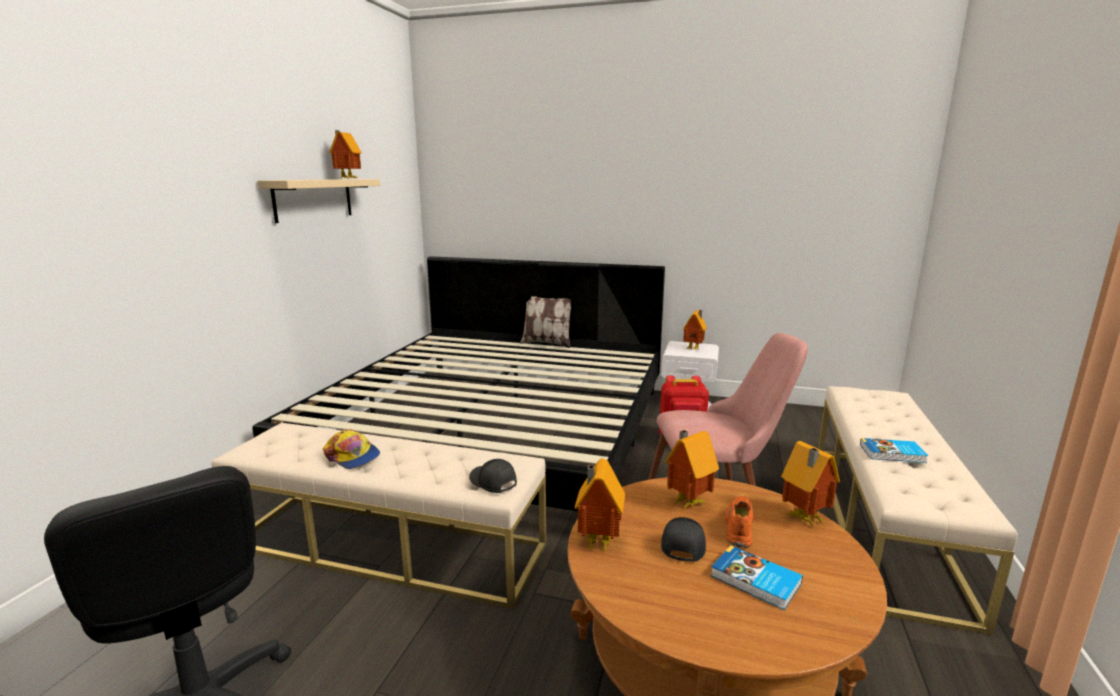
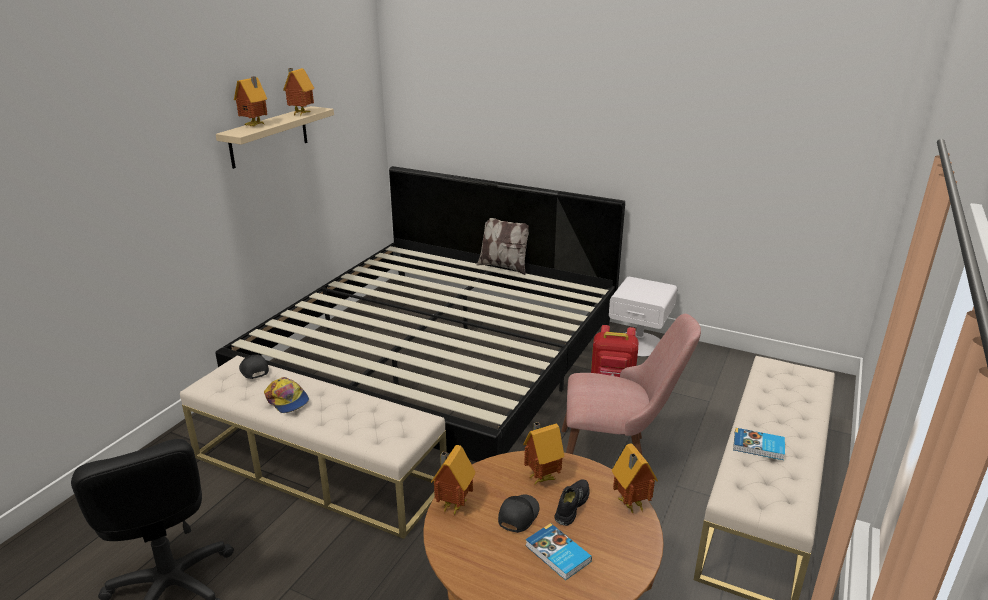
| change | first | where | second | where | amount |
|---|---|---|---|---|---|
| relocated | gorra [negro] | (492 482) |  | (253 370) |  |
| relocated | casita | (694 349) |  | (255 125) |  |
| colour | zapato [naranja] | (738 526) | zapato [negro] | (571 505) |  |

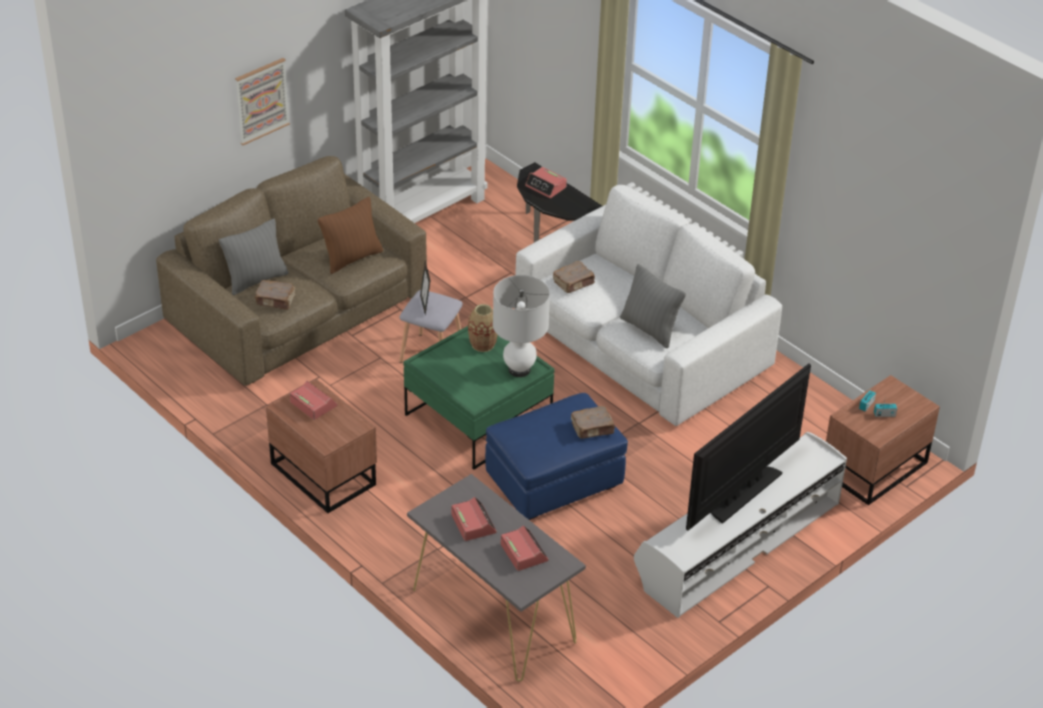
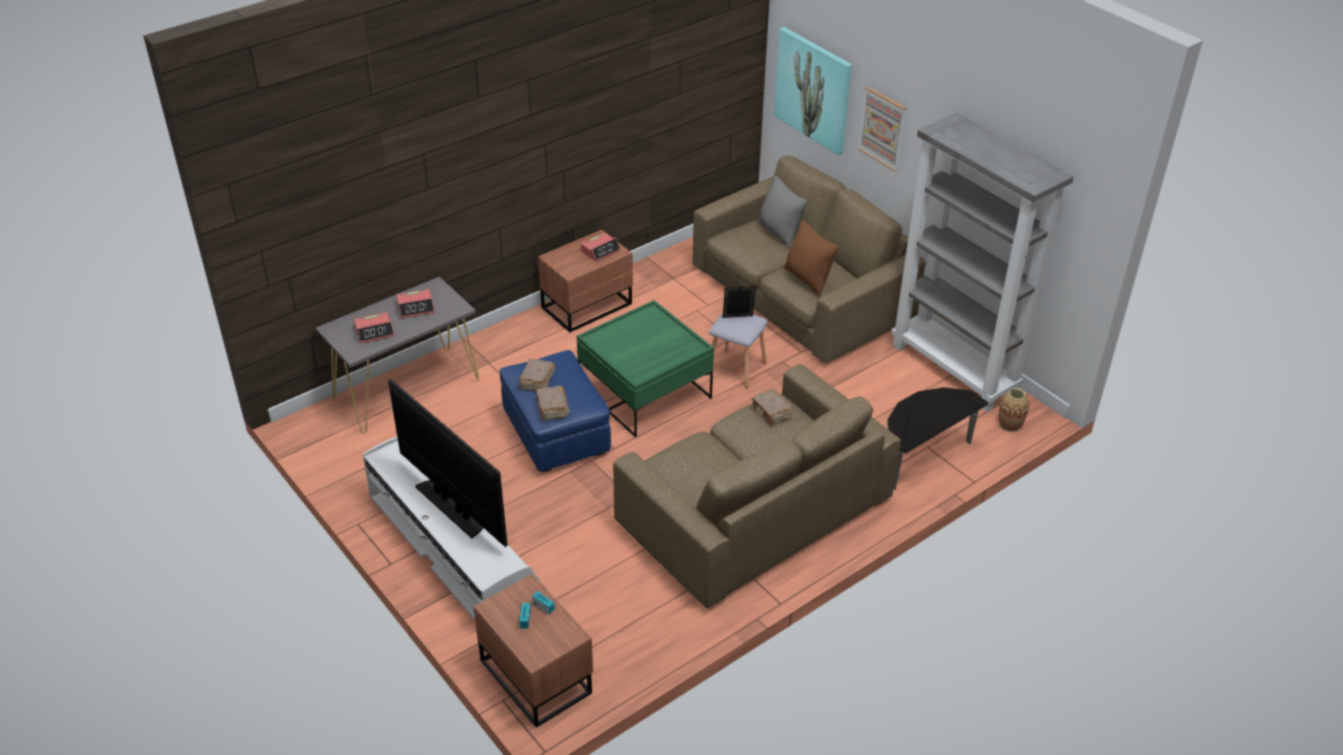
| change | first | where | second | where | amount |
|---|---|---|---|---|---|
| missing | lámpara de mesa [blanco] | (519 370) |  |  |  |
| missing | despertador | (546 187) |  |  |  |
| missing | cojín [gris] | (649 329) |  |  |  |
| appeared |  |  | cuadro | (814 90) |  |
| relocated | libro [marrón] | (276 300) |  | (536 381) |  |
| relocated | florero | (482 344) |  | (1010 424) |  |
| colour | sofá [blanco] | (640 342) | sofá [marrón] | (752 510) |  |

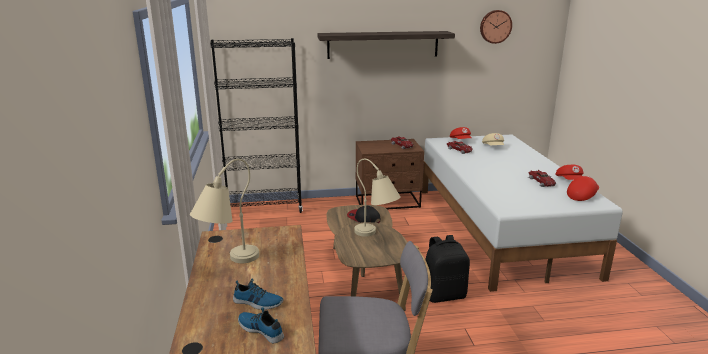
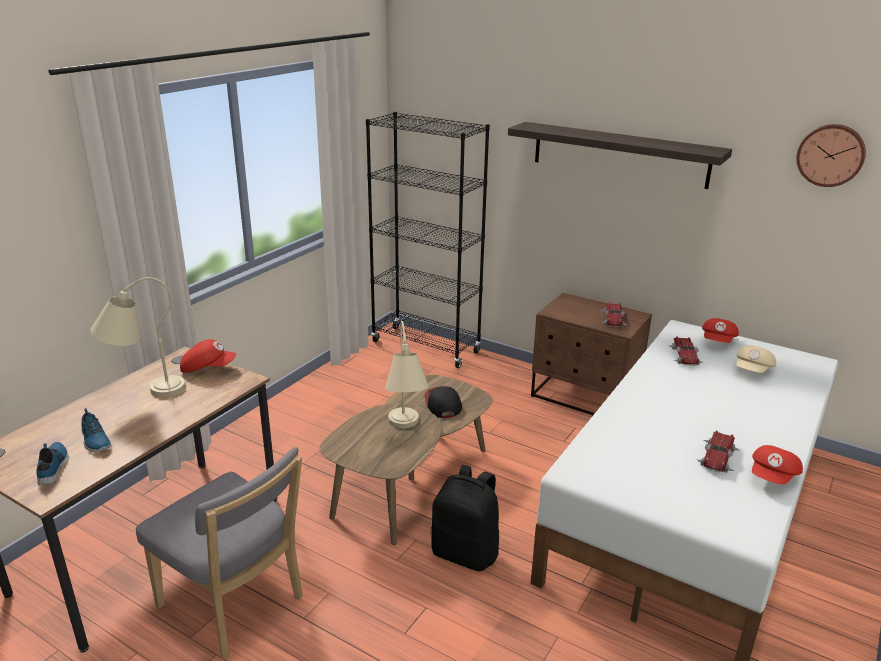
| change | first | where | second | where | amount |
|---|---|---|---|---|---|
| relocated | gorra [rojo] | (582 195) |  | (208 368) |  |

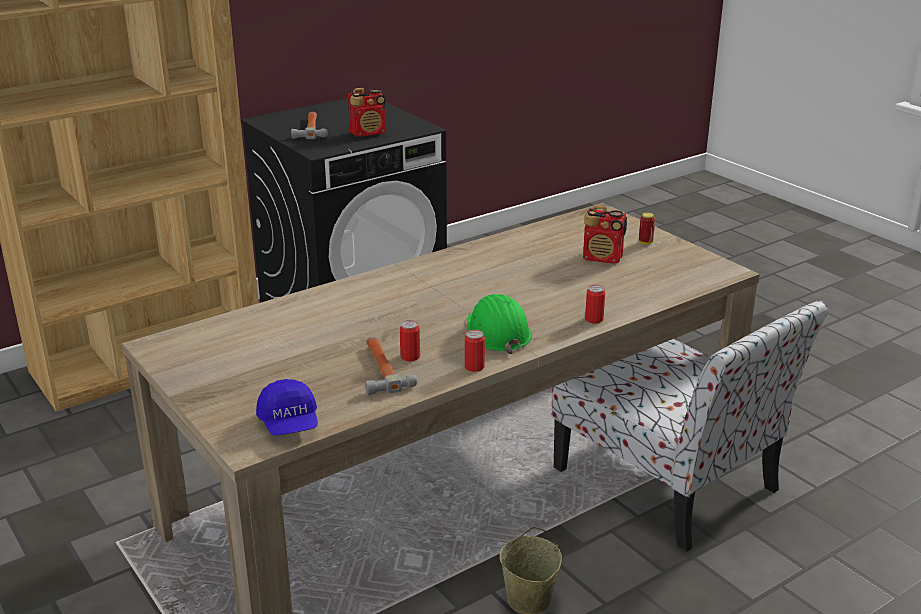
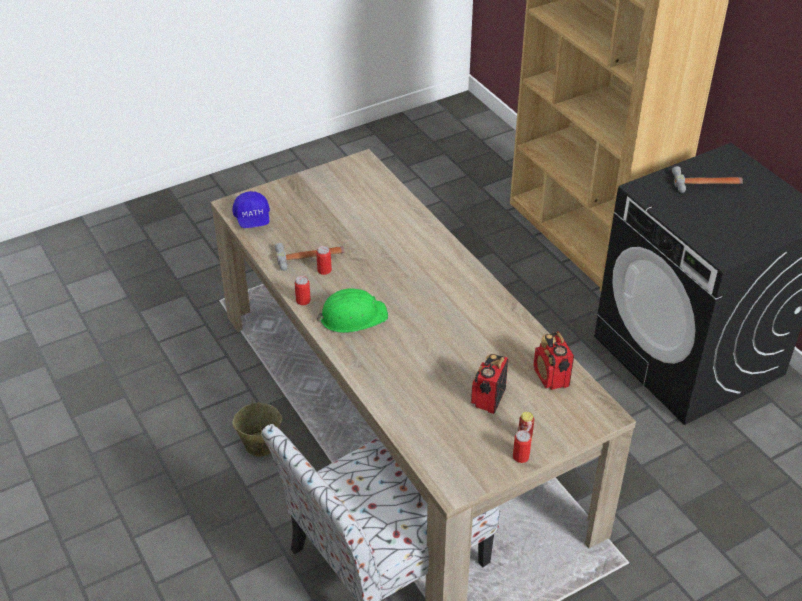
| change | first | where | second | where | amount |
|---|---|---|---|---|---|
| relocated | radio | (368 133) |  | (551 377) |  |
| relocated | lata | (594 319) |  | (520 456) |  |
| spun | gorra [azul] | (289 424) |  | (253 219) | 90 degrees counterclockwise |

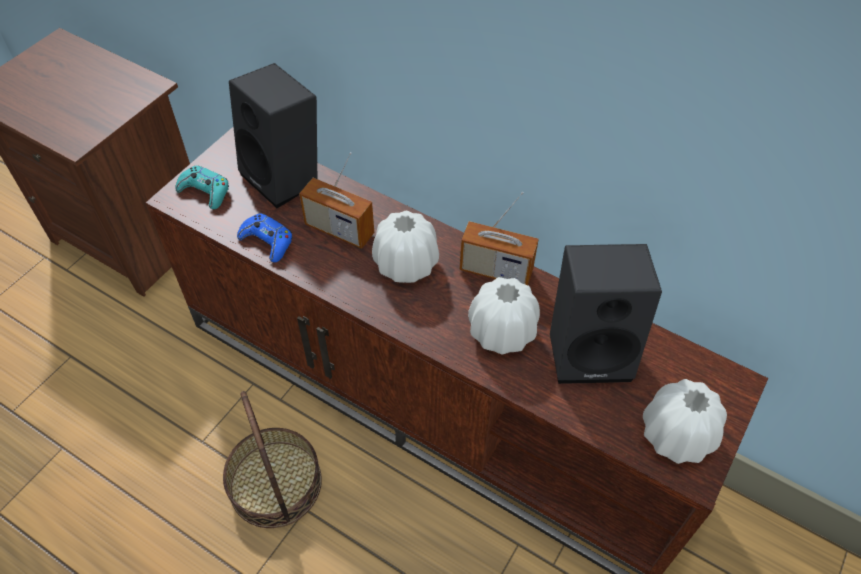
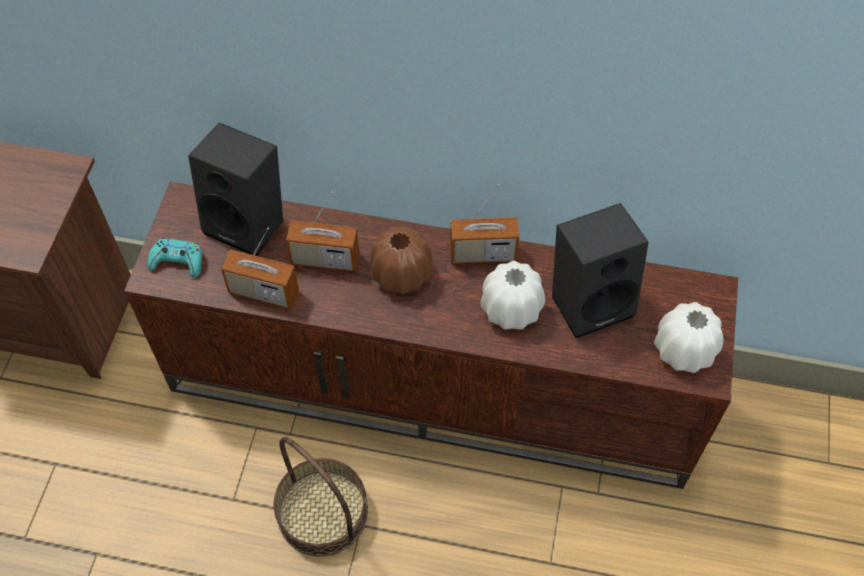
| change | first | where | second | where | amount |
|---|---|---|---|---|---|
| exchanged | mando de consola [azul] | (267 241) | radio | (264 292) |  |
| colour | florero [blanco] | (406 265) | florero [marrón] | (401 274) |  |

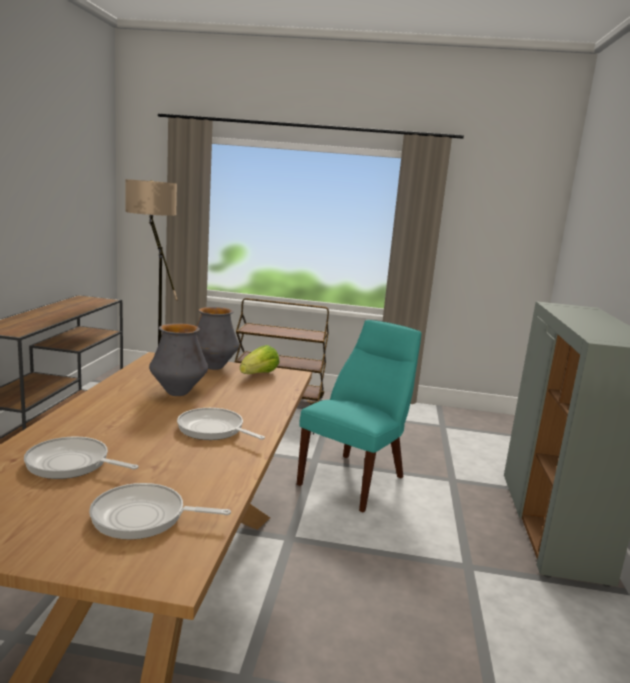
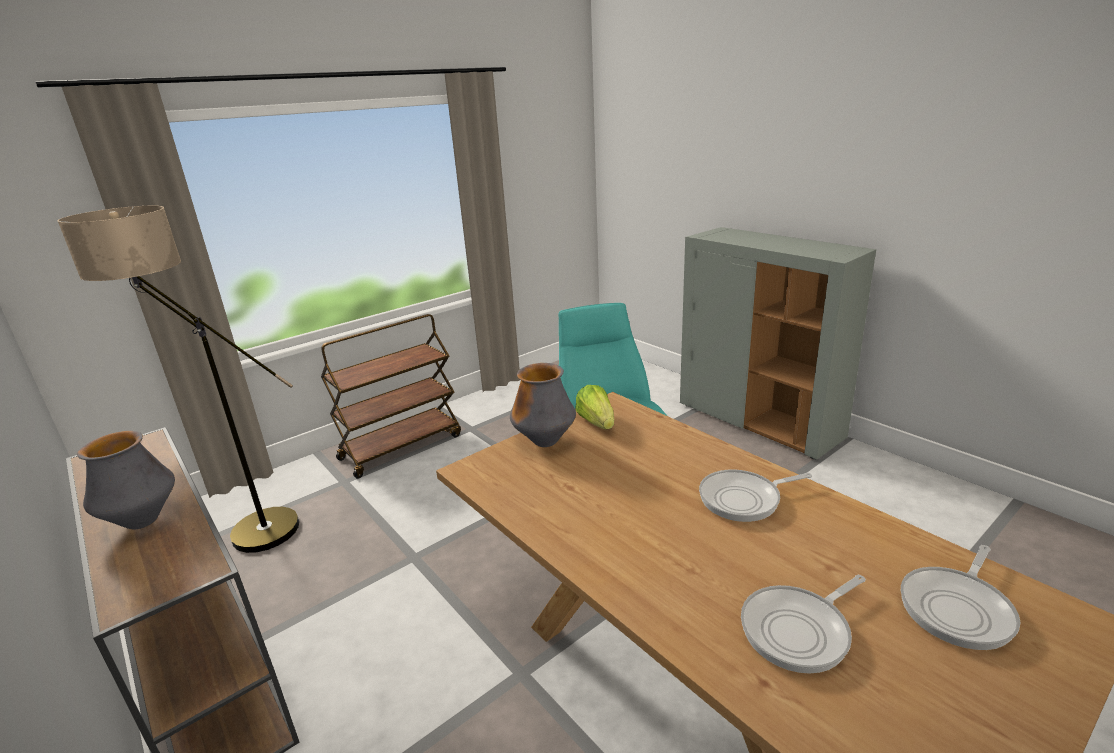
| change | first | where | second | where | amount |
|---|---|---|---|---|---|
| relocated | florero | (178 393) |  | (143 521) |  |

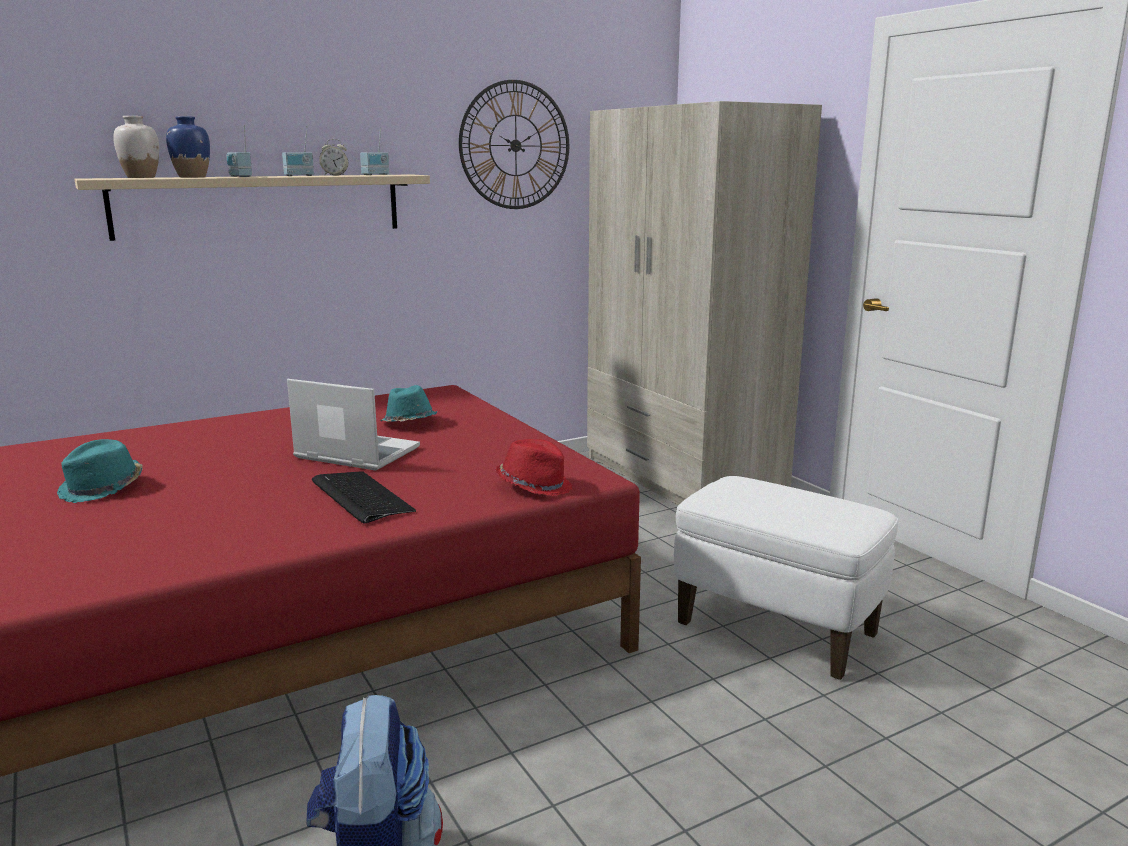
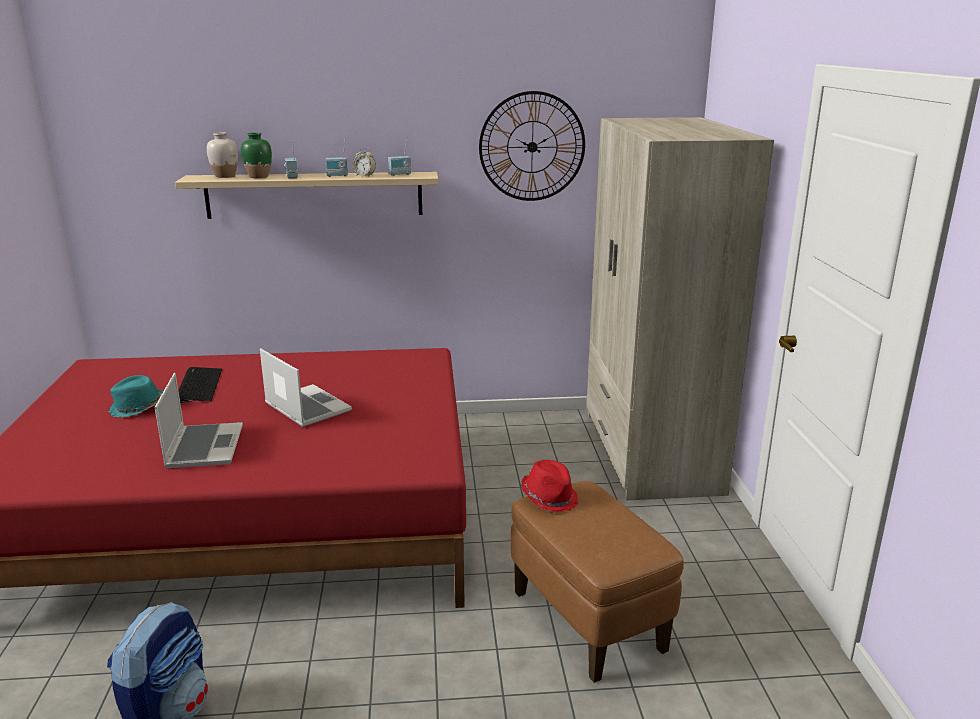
| change | first | where | second | where | amount |
|---|---|---|---|---|---|
| missing | sombrero [turquesa] | (409 423) |  |  |  |
| appeared |  |  | portátil | (204 447) |  |
| relocated | teclado | (361 497) |  | (198 386) |  |
| relocated | sombrero [rojo] | (534 486) |  | (549 497) |  |
| colour | florero [azul] | (192 177) | florero [verde] | (258 176) |  |
| colour | puf [blanco] | (777 629) | puf [marrón] | (588 621) |  |

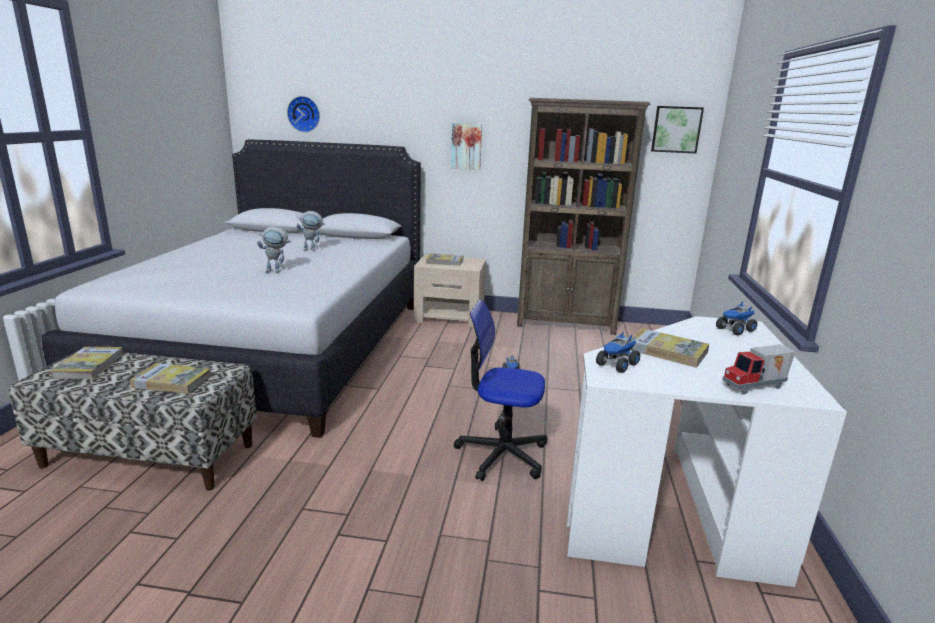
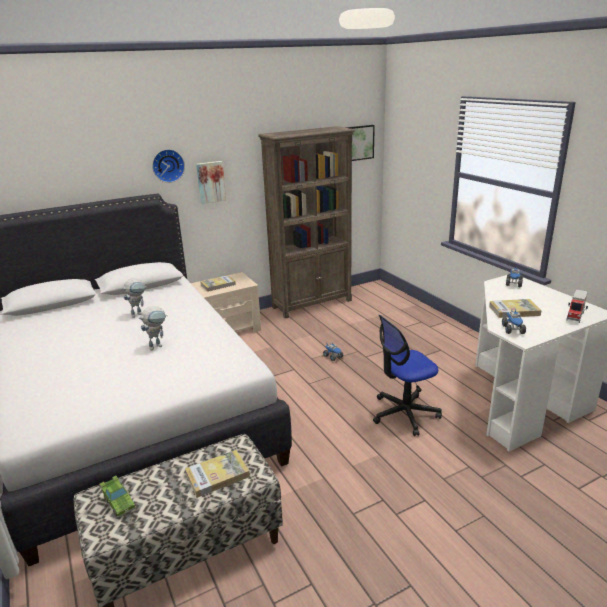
| change | first | where | second | where | amount |
|---|---|---|---|---|---|
| relocated | reloj de pared | (304 114) |  | (168 165) |  |
| exchanged | libro | (89 365) | coche de juguete [verde] | (119 502) |  |

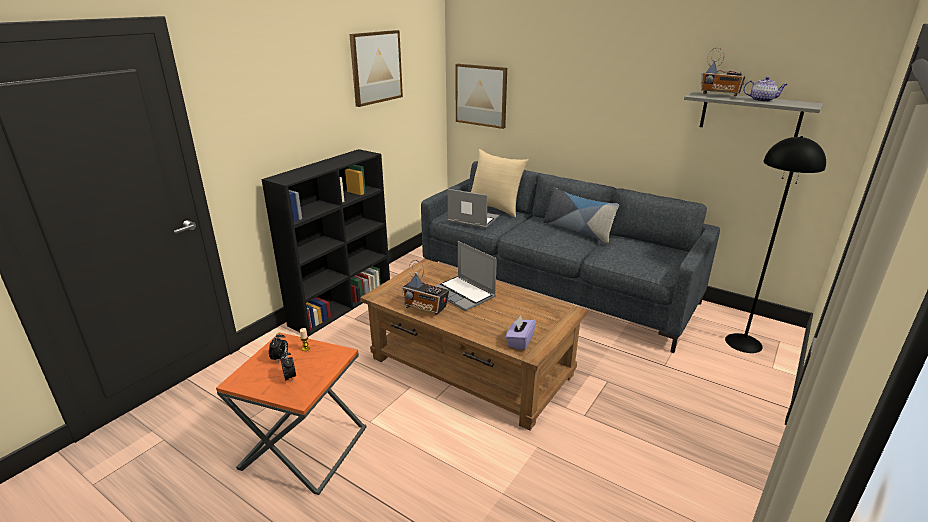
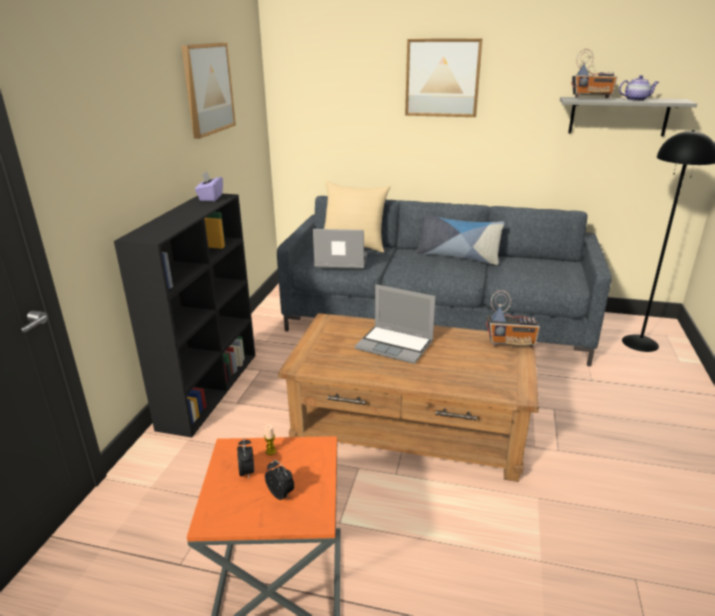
| change | first | where | second | where | amount |
|---|---|---|---|---|---|
| relocated | radio | (425 308) |  | (511 343) |  |
| relocated | cuadro | (481 95) |  | (442 78) |  |
| relocated | caja de pañuelos [morado] | (520 341) |  | (210 198) |  |

